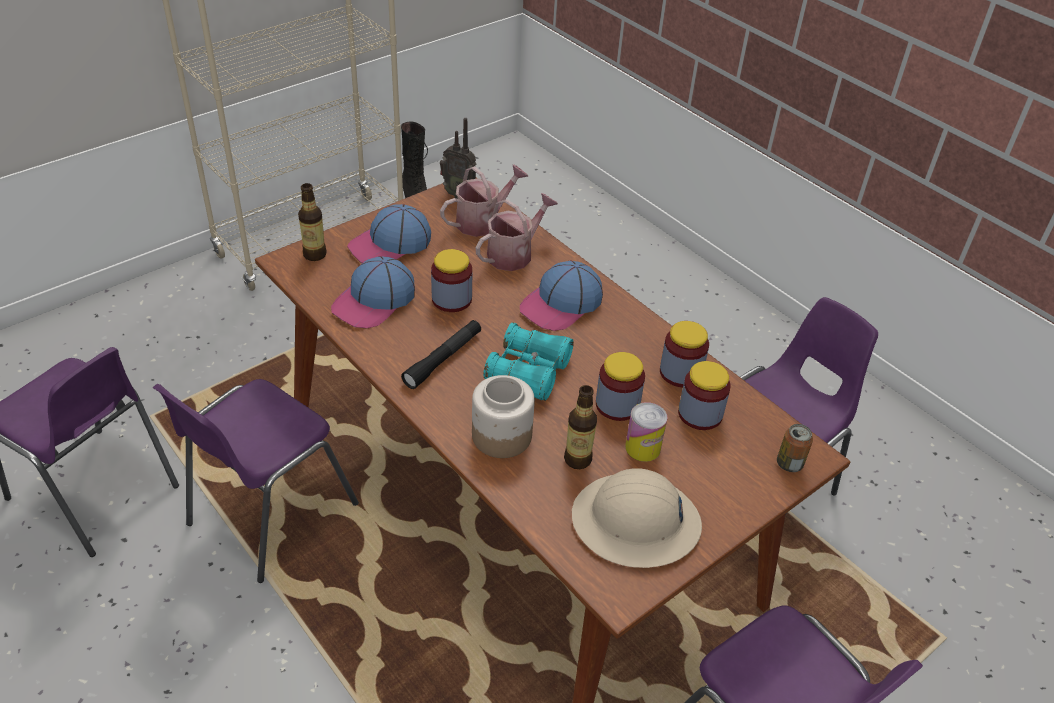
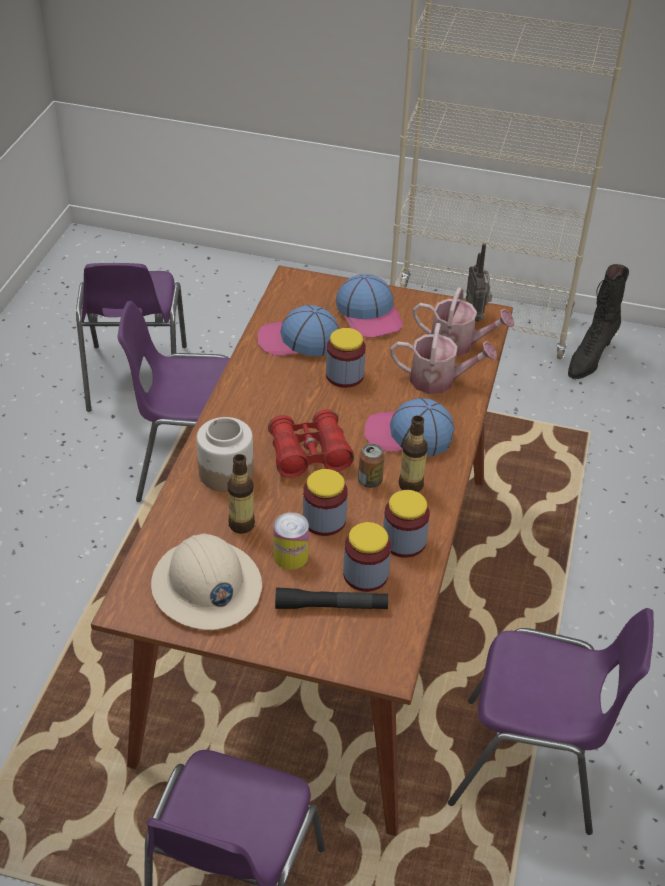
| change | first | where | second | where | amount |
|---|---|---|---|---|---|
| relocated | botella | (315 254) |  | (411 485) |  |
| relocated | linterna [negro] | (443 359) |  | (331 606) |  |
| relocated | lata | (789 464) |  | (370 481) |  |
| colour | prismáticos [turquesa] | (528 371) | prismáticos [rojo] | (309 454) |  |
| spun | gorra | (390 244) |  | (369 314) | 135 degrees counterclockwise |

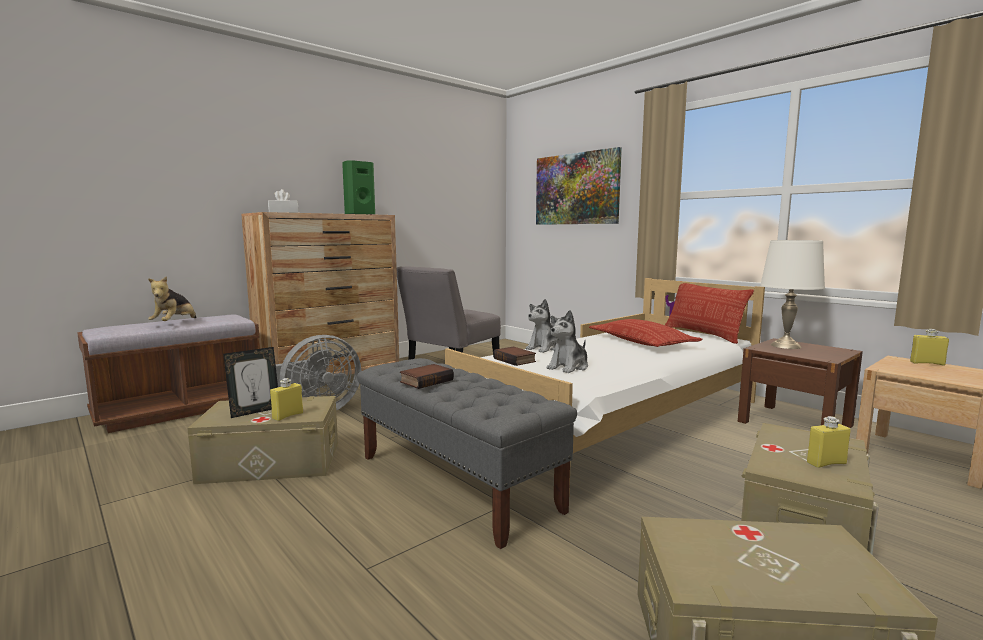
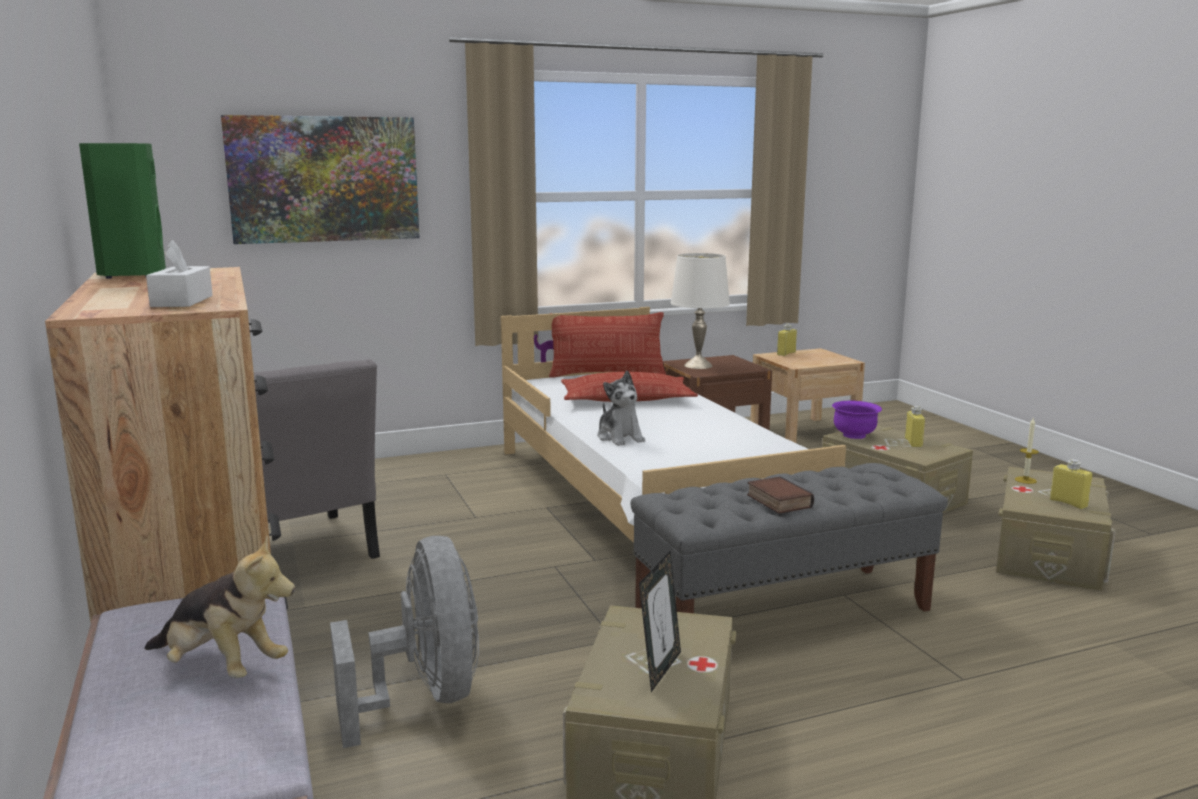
| change | first | where | second | where | amount |
|---|---|---|---|---|---|
| missing | libro | (515 360) |  |  |  |
| missing | peluche | (569 367) |  |  |  |
| appeared |  |  | cuenco [morado] | (854 435) |  |
| appeared |  |  | vela | (1025 480) |  |
| relocated | botella [amarillo] | (288 416) |  | (1068 503) |  |
| spun | portarretratos | (255 411) |  | (660 669) | 45 degrees clockwise |

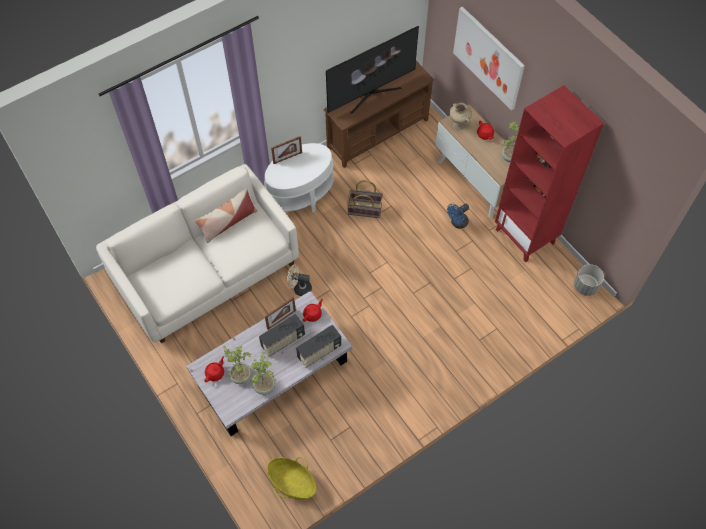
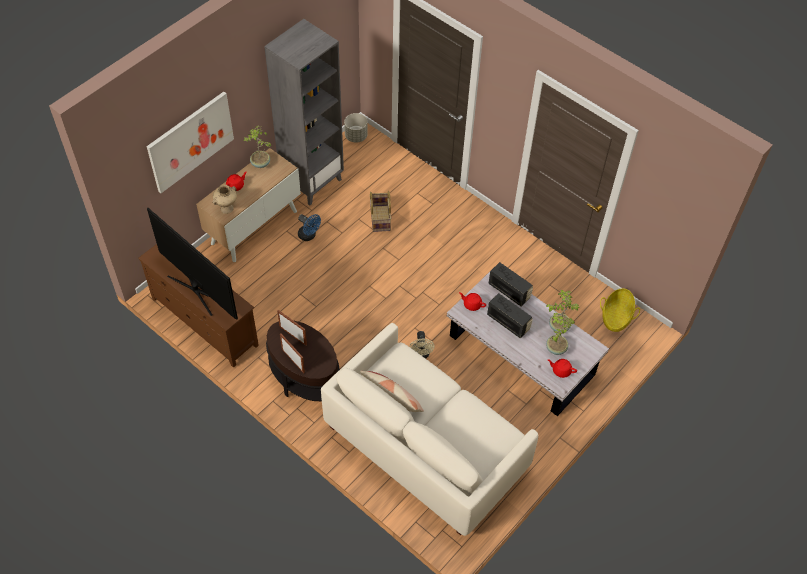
| change | first | where | second | where | amount |
|---|---|---|---|---|---|
| relocated | portarretratos | (281 319) |  | (293 335) |  |
| relocated | cesta | (365 209) |  | (379 218) |  |
| colour | mesa auxiliar [blanco] | (301 196) | mesa auxiliar [marrón] | (305 379) |  |
| colour | estantería [rojo] | (525 236) | estantería [gris] | (312 182) |  |

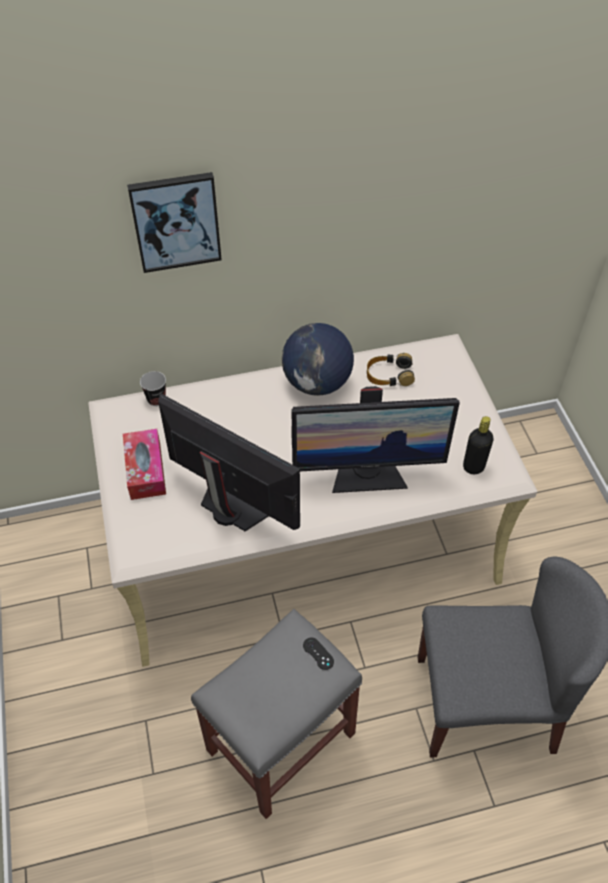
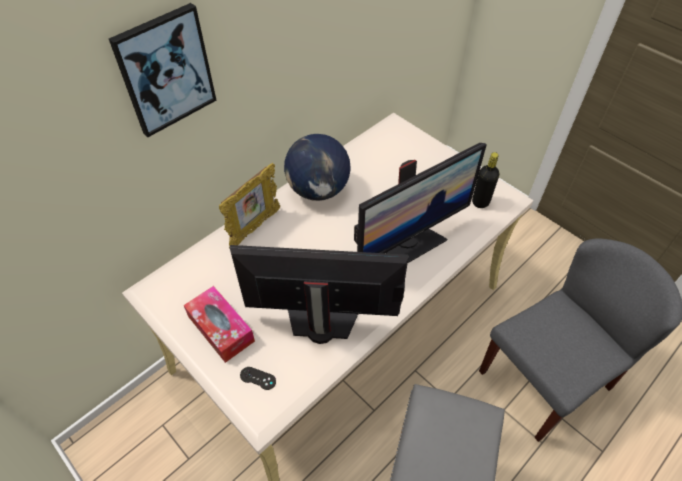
| change | first | where | second | where | amount |
|---|---|---|---|---|---|
| missing | taza | (156 399) |  |  |  |
| missing | auriculares | (389 375) |  |  |  |
| appeared |  |  | portarretratos | (254 228) |  |
| relocated | mando de consola [negro] | (318 653) |  | (258 378) |  |

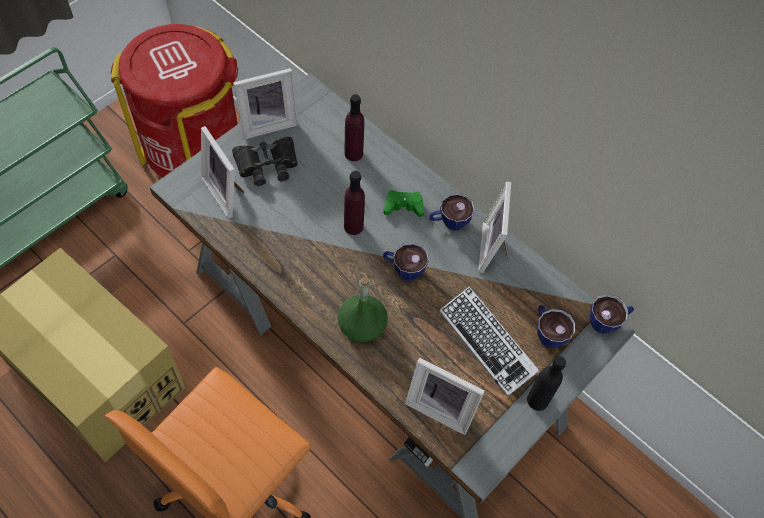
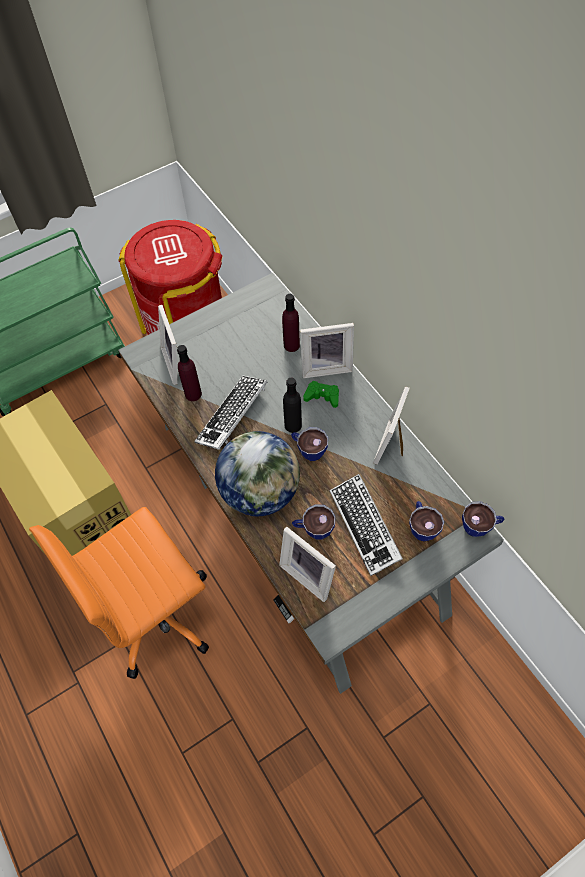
| change | first | where | second | where | amount |
|---|---|---|---|---|---|
| missing | prismáticos [negro] | (267 164) |  |  |  |
| appeared |  |  | teclado | (232 415) |  |
| relocated | portarretratos | (267 123) |  | (326 366) |  |
| relocated | botella [morado] | (353 226) |  | (193 394) |  |
| relocated | taza | (448 222) |  | (313 529) |  |
| relocated | botella [negro] | (537 400) |  | (293 425) |  |
| exchanged | botella [verde] | (362 325) | globo terráqueo | (260 492) |  |

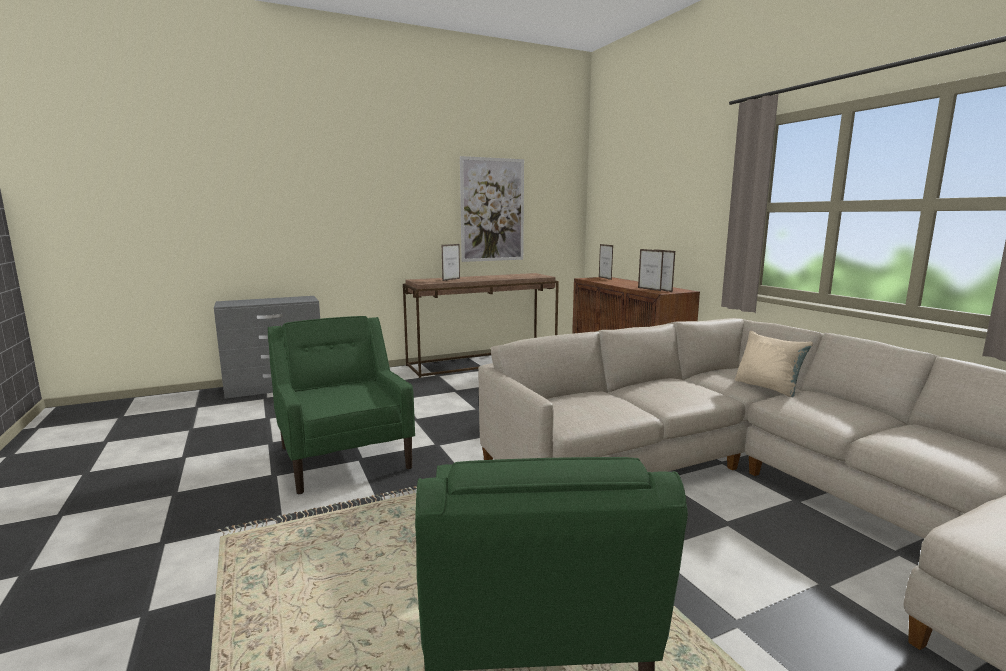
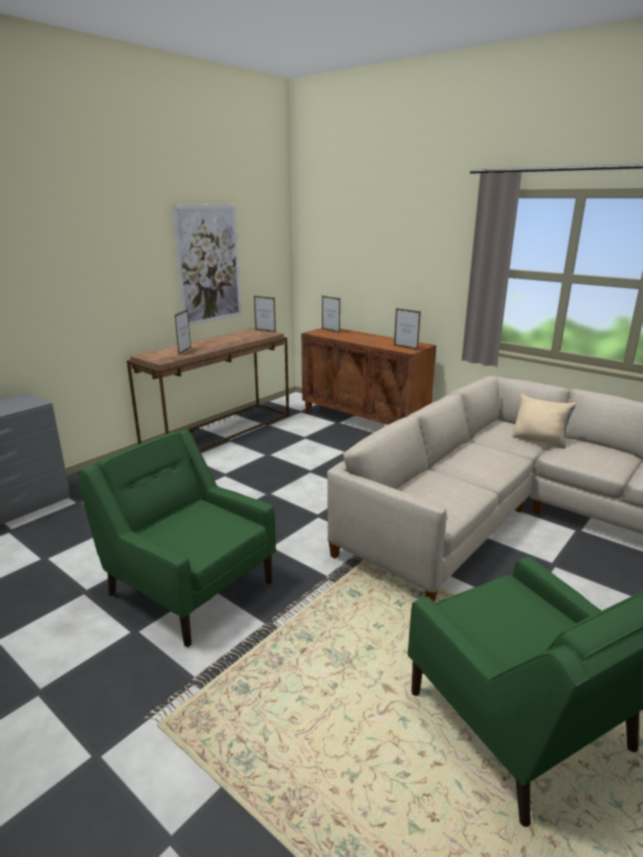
| change | first | where | second | where | amount |
|---|---|---|---|---|---|
| relocated | portarretratos | (649 289) |  | (265 331) |  |

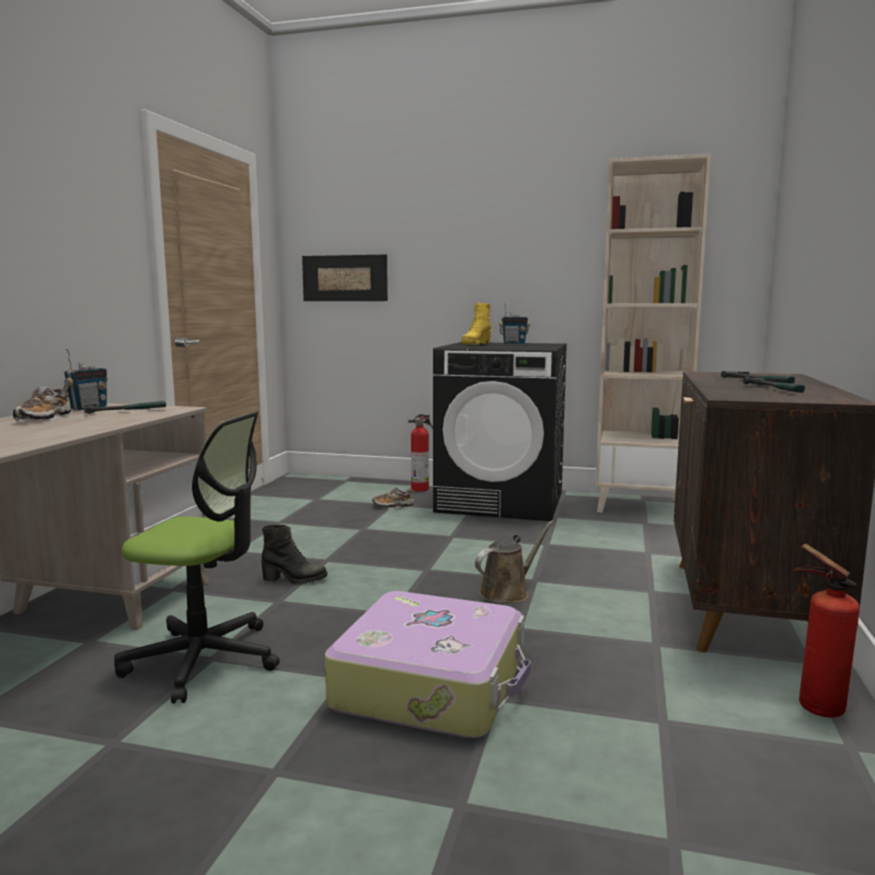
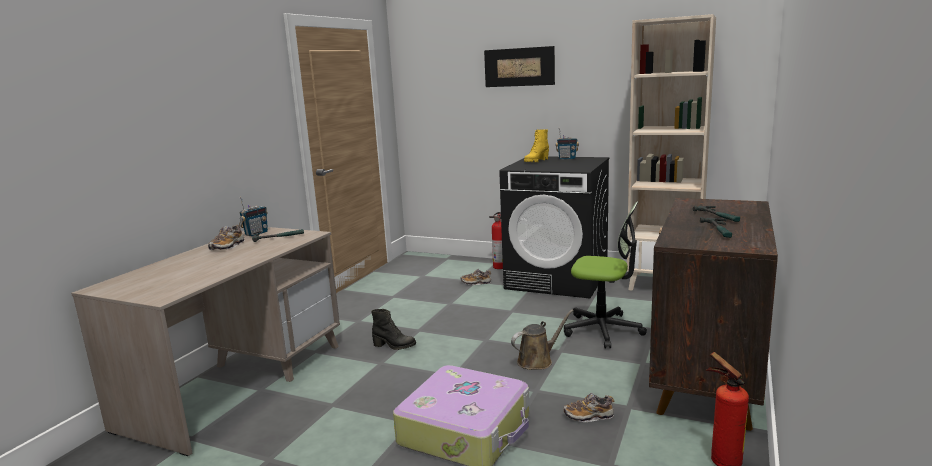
| change | first | where | second | where | amount |
|---|---|---|---|---|---|
| appeared |  |  | zapato | (588 416) |  |
| relocated | silla de oficina | (203 660) |  | (603 329) |  |
| relocated | cuadro | (344 278) |  | (519 67) |  |

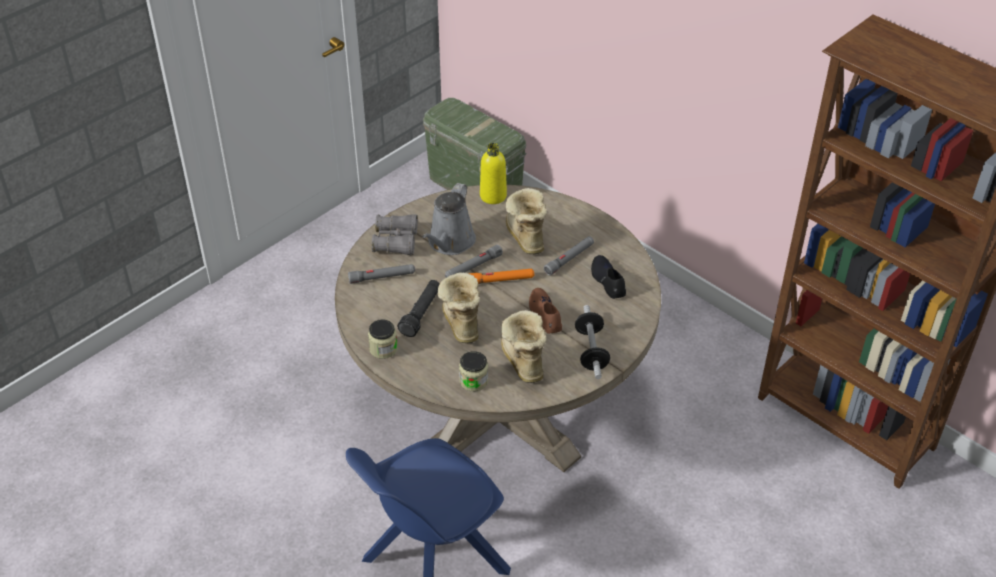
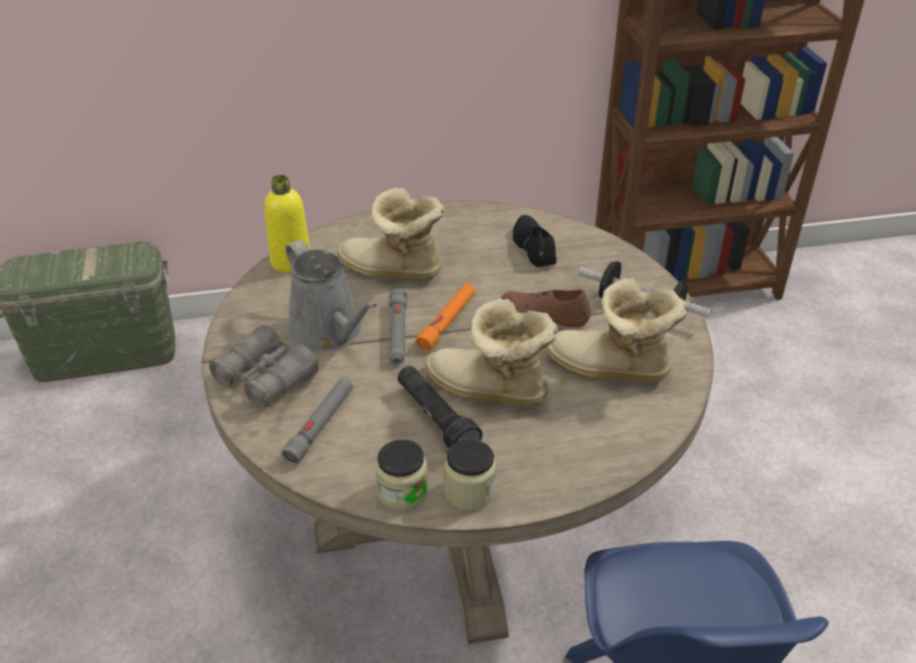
| change | first | where | second | where | amount |
|---|---|---|---|---|---|
| missing | linterna [gris] | (569 259) |  |  |  |
| relocated | tarro | (473 381) |  | (402 492) |  |
| spun | zapato [negro] | (607 281) |  | (533 247) | 60 degrees clockwise |

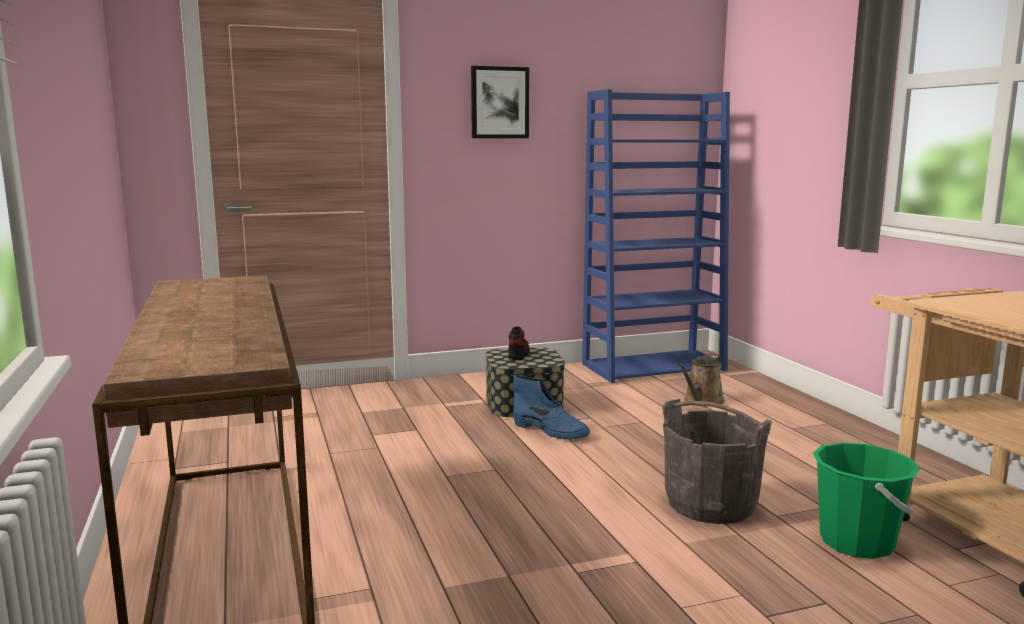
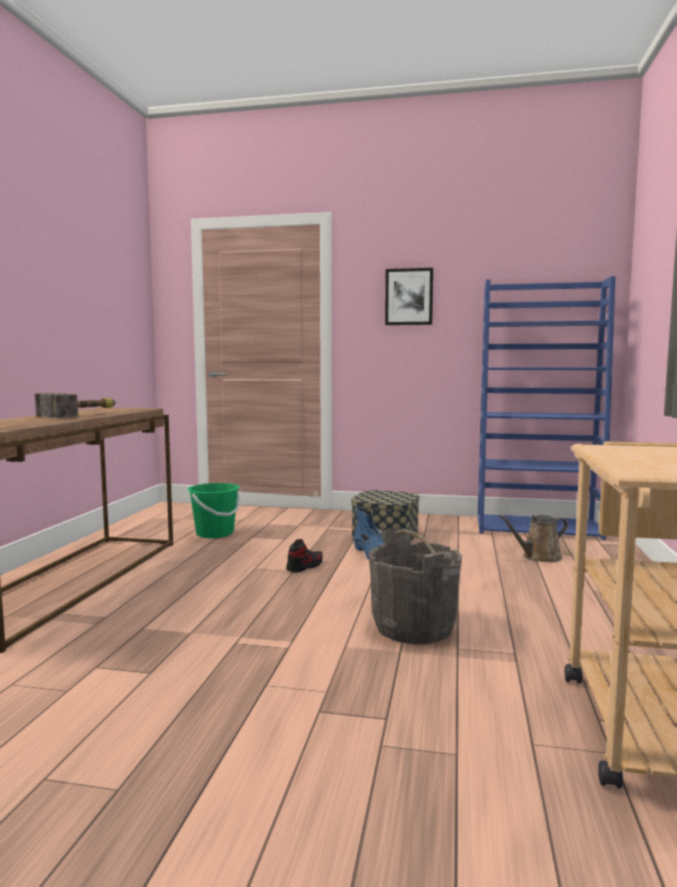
| change | first | where | second | where | amount |
|---|---|---|---|---|---|
| appeared |  |  | martillo | (82 414) |  |
| relocated | zapato | (518 355) |  | (304 566) |  |
| relocated | cubo [verde] | (857 542) |  | (215 533) |  |

